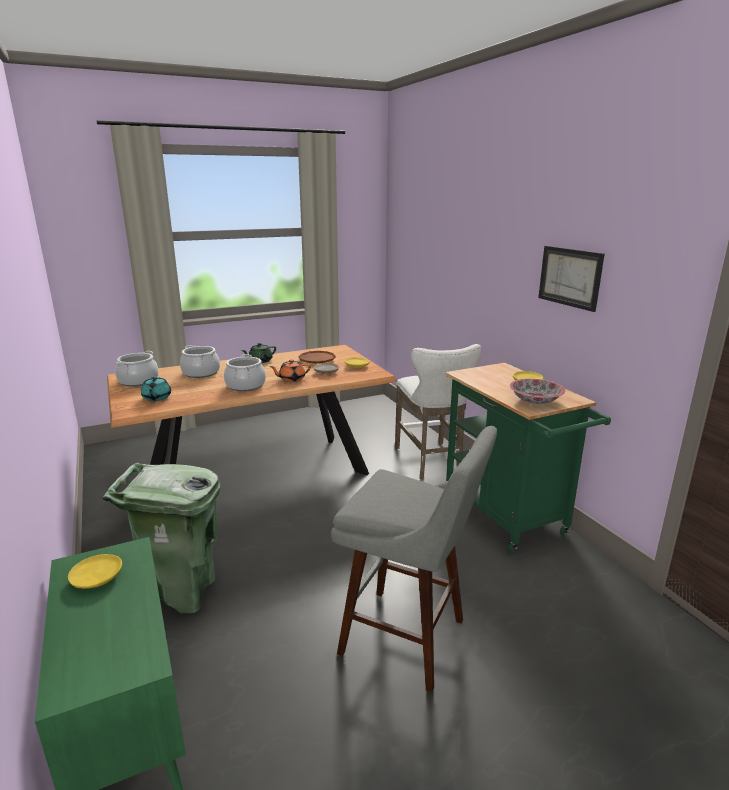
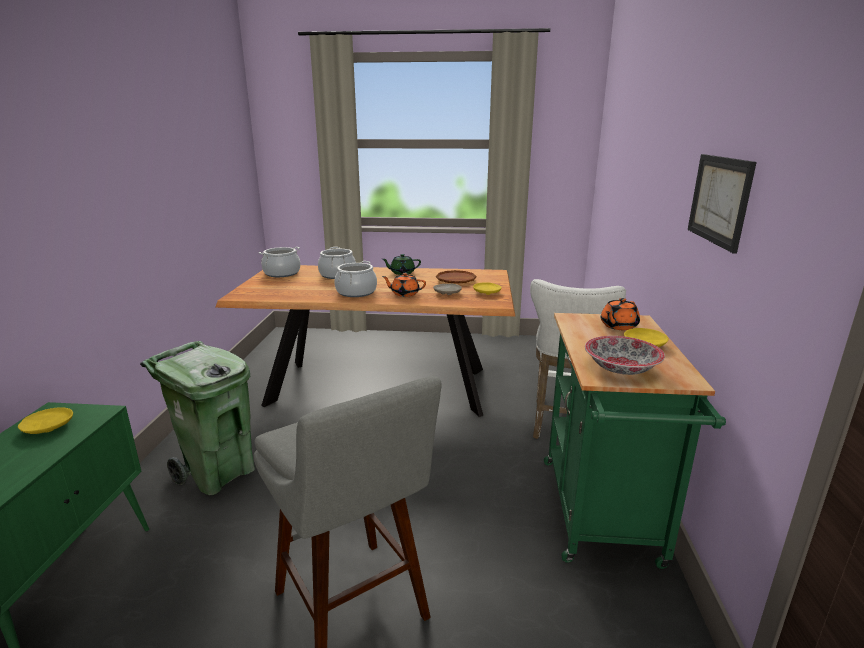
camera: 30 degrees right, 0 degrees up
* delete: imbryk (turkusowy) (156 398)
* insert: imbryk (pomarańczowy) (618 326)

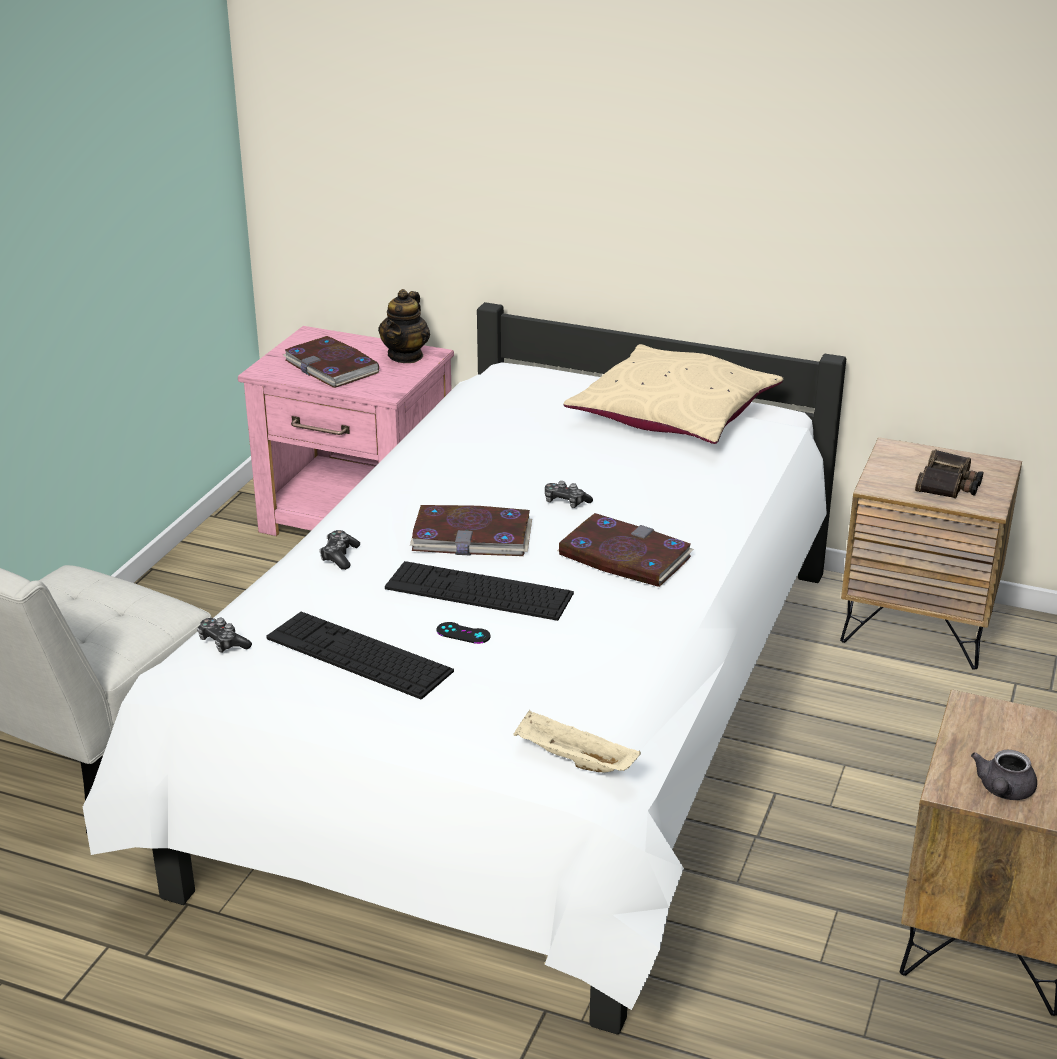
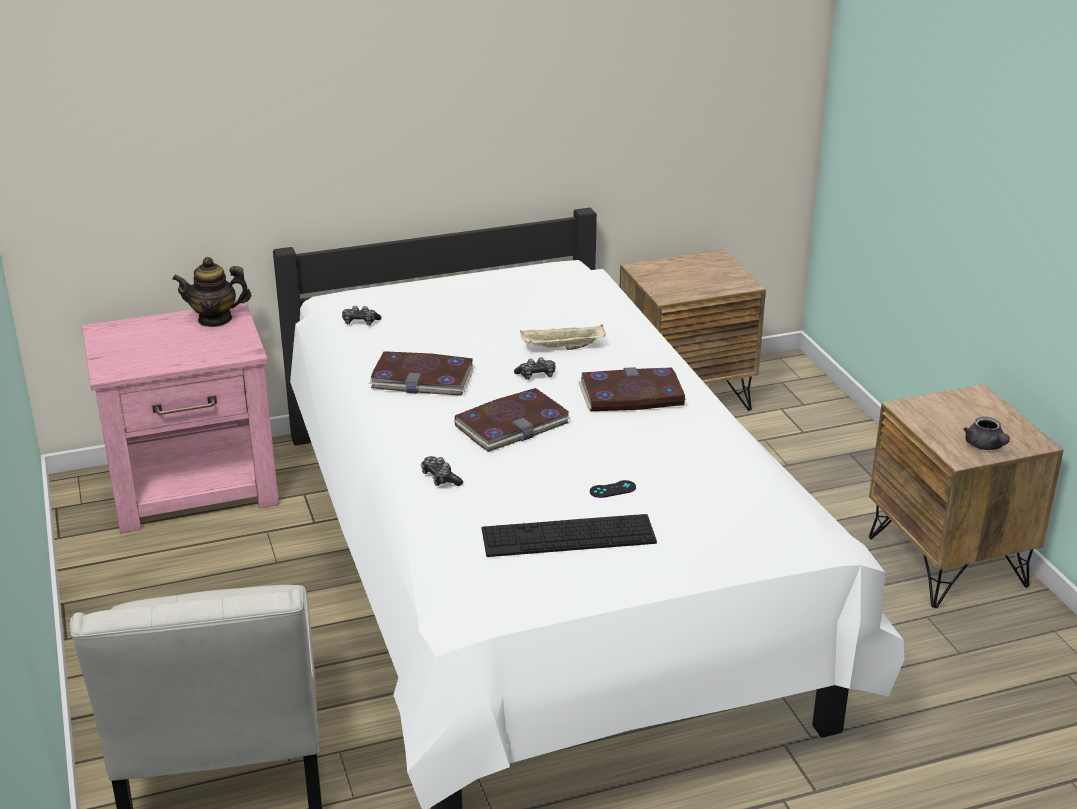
camera: 40 degrees left, 0 degrees up
* rotate: imbryk (406 356) = (215 319) 105 degrees clockwise
* move: książka (332 367) to (423 378)
* delete: poduszka (beżowy) (674 414)
* delete: lornetka (948 484)
* delete: klawiatura (479 591)
* move: pad do gier (223 643) to (360 322)
* move: taca (beżowy) (572 760) to (562 348)

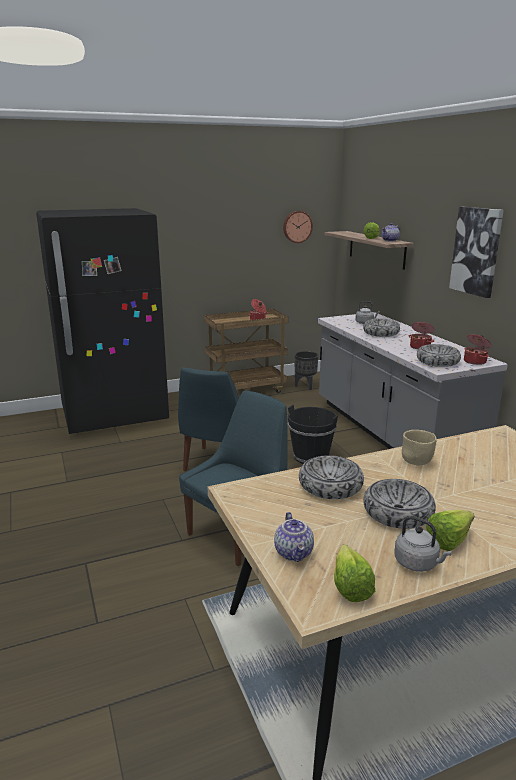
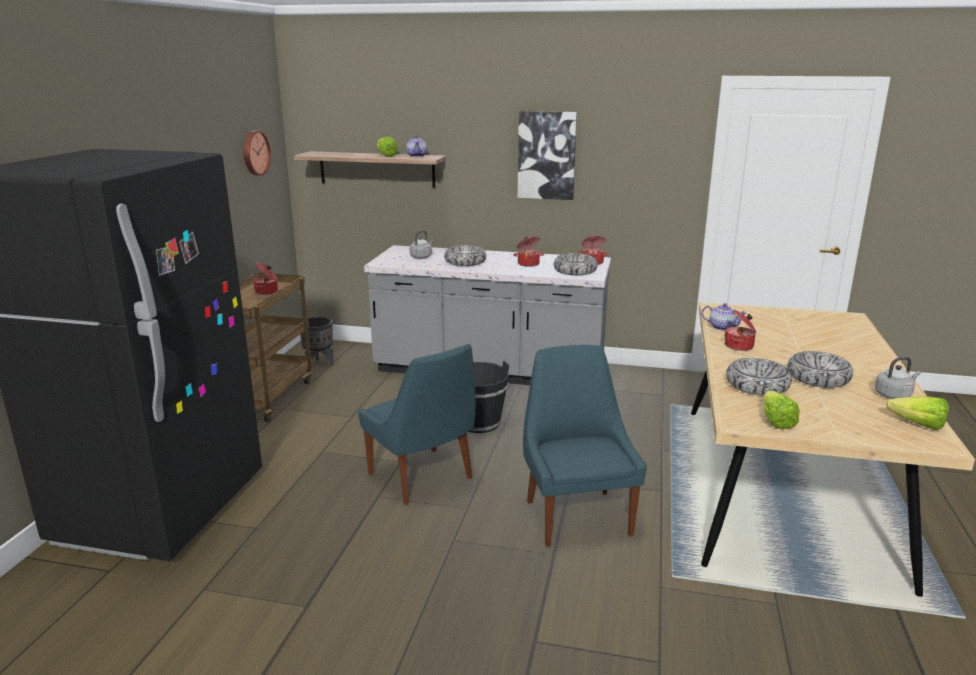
camera: 55 degrees left, 0 degrees up
* replace: miska (beżowy) (417 462) to garnek (739 346)
* move: sałata (452 540) to (775 420)
* move: imbryk (294 553) to (722 327)

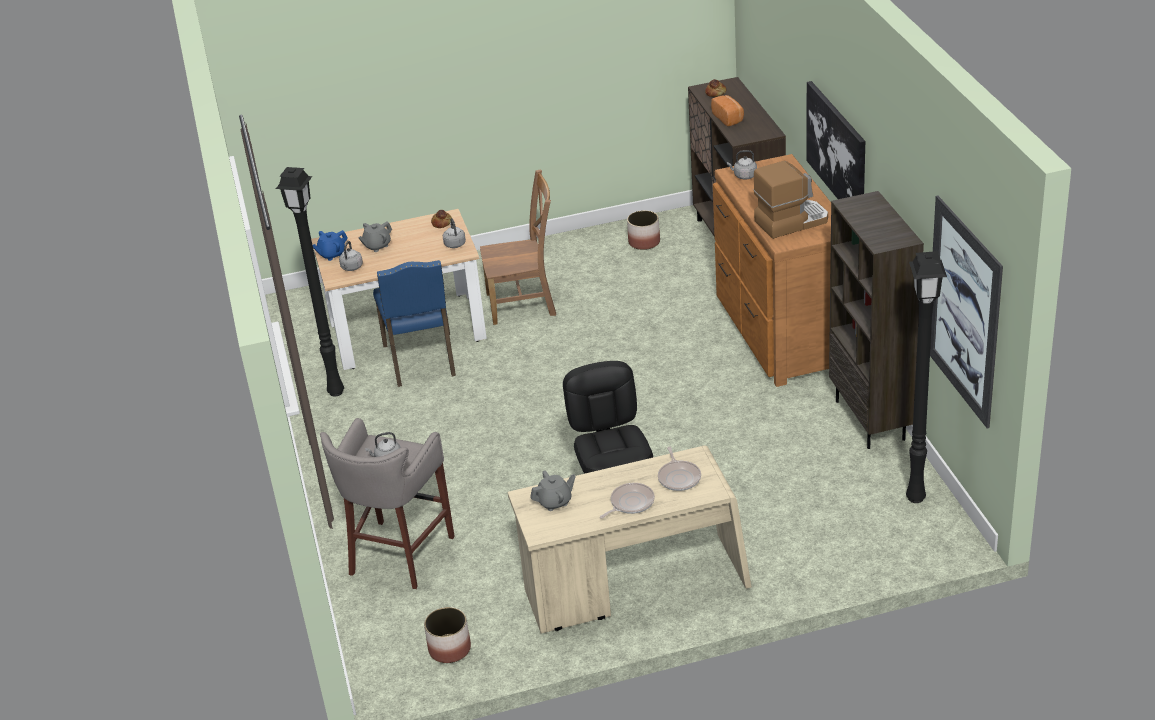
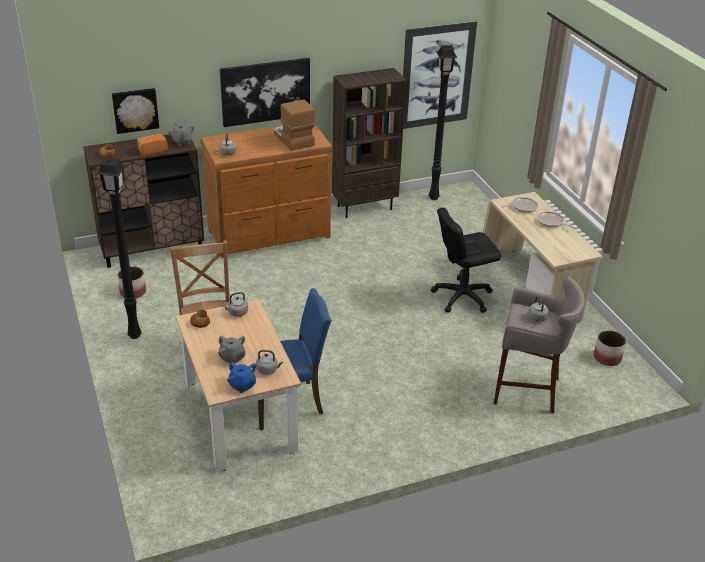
camera: 100 degrees left, 0 degrees up
* move: lampa stojąca (czarny) (334 393) to (135 336)
* move: imbryk (szary) (555 502) to (182 141)
* insert: obraz (135 110)

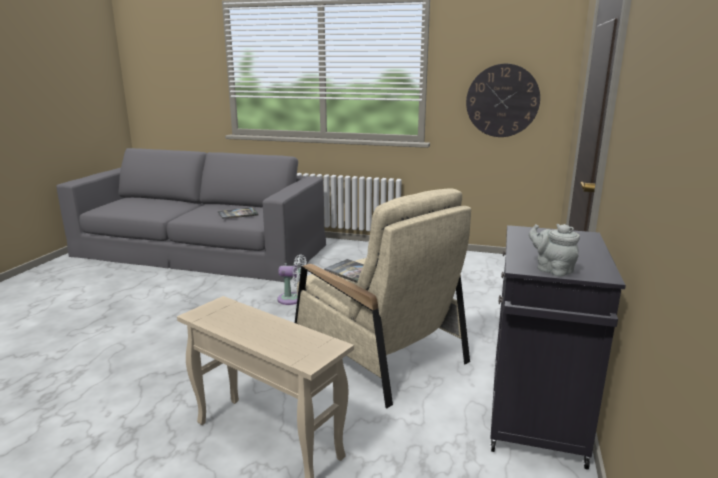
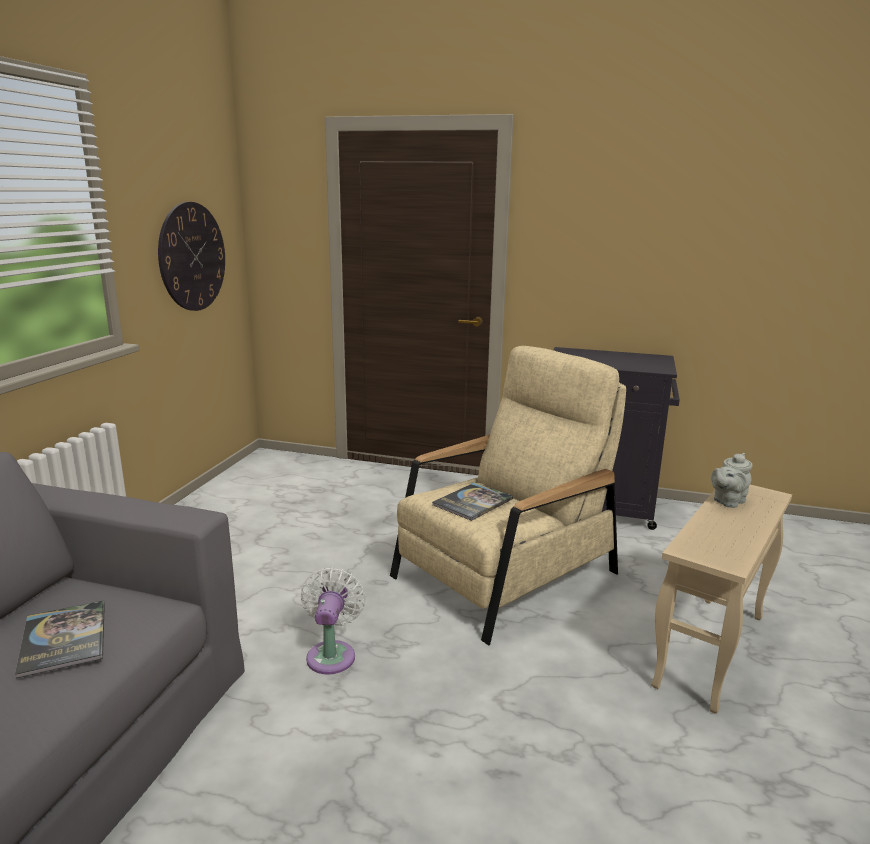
camera: 90 degrees left, 0 degrees up
* move: imbryk (szary) (552 270) to (727 501)

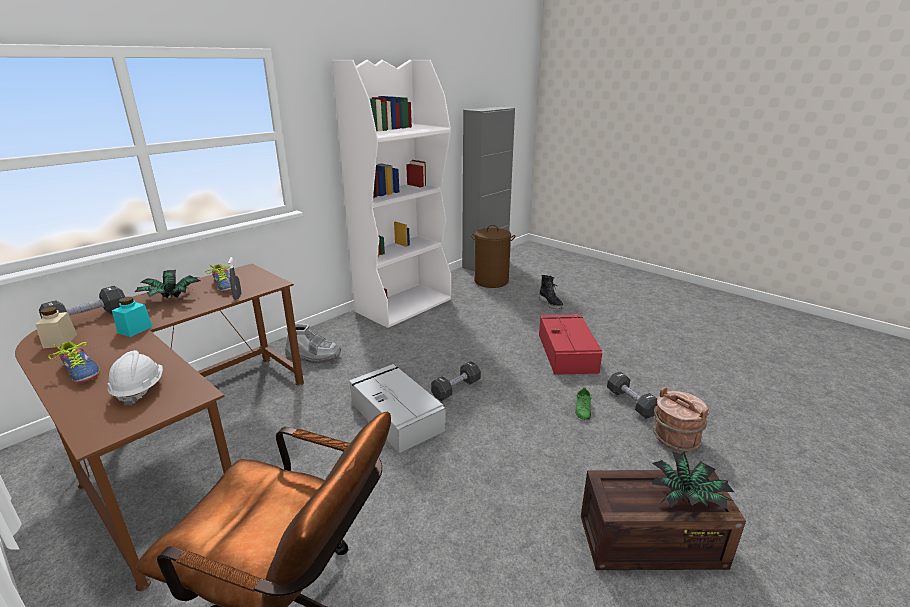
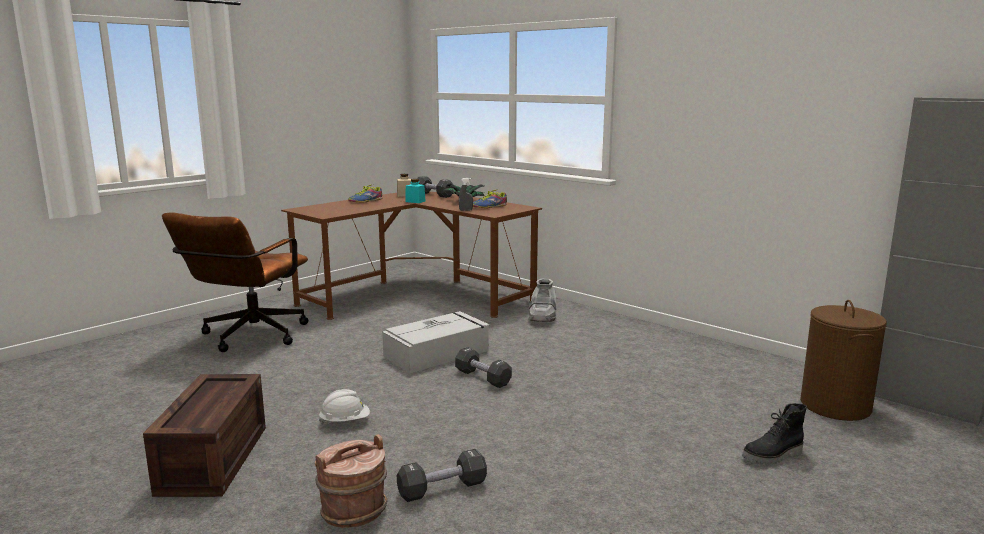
camera: 90 degrees right, 10 degrees down
* delete: regał (biały) (404 305)
* delete: pojemnik do przechowywania (czerwony) (566 352)
* move: kask (biały) (139 390) to (345 421)
* delete: but (zielony) (583 409)
* delete: roślina doniczkowa (686 499)

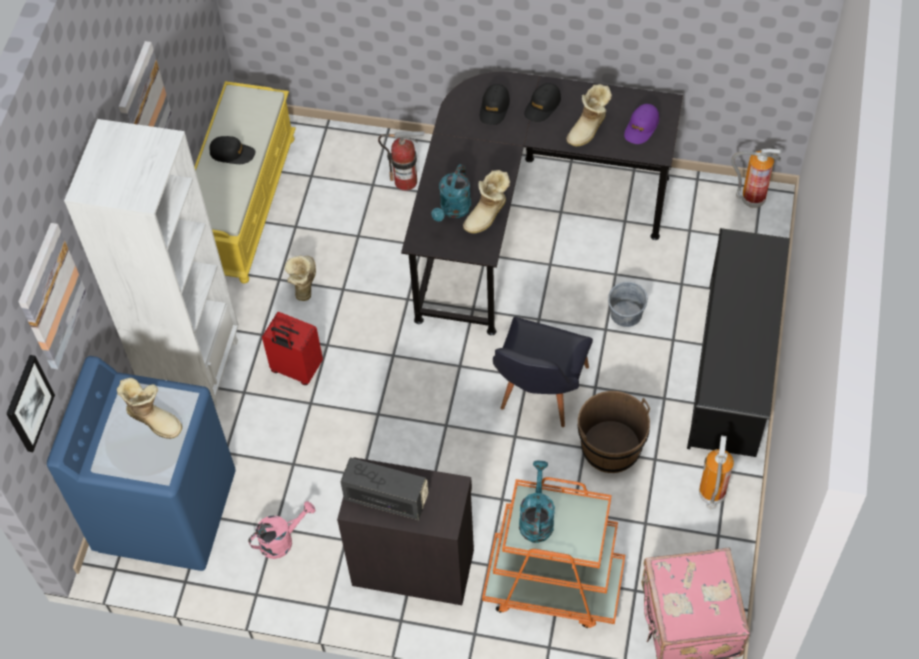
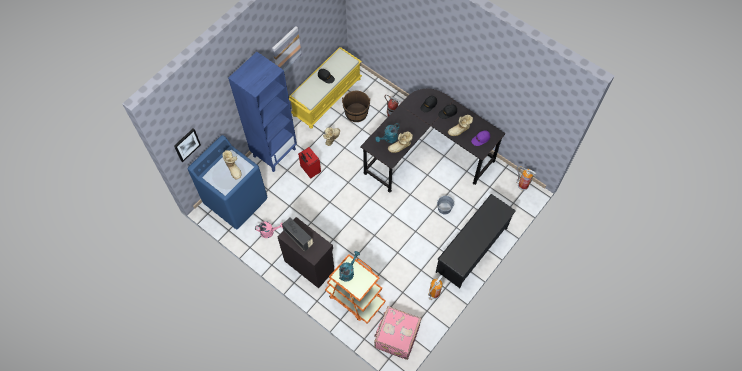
camera: 25 degrees right, 5 degrees up
* recolor: regał (biały) (194 368) to regał (niebieski) (274 152)
* delete: obraz (50 296)
* delete: krzesło (czarny) (539 395)
* move: wiadro (brązowy) (611 447) to (356 113)

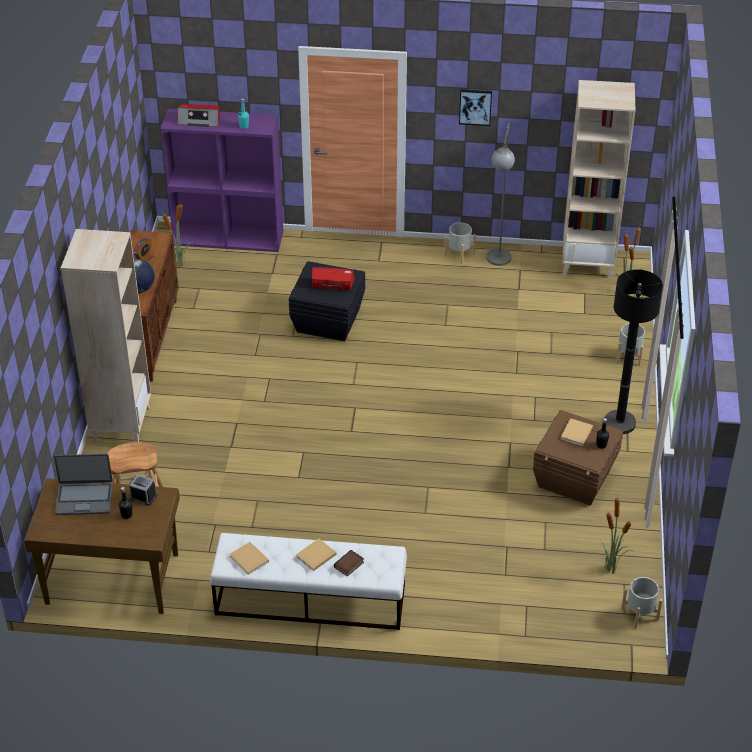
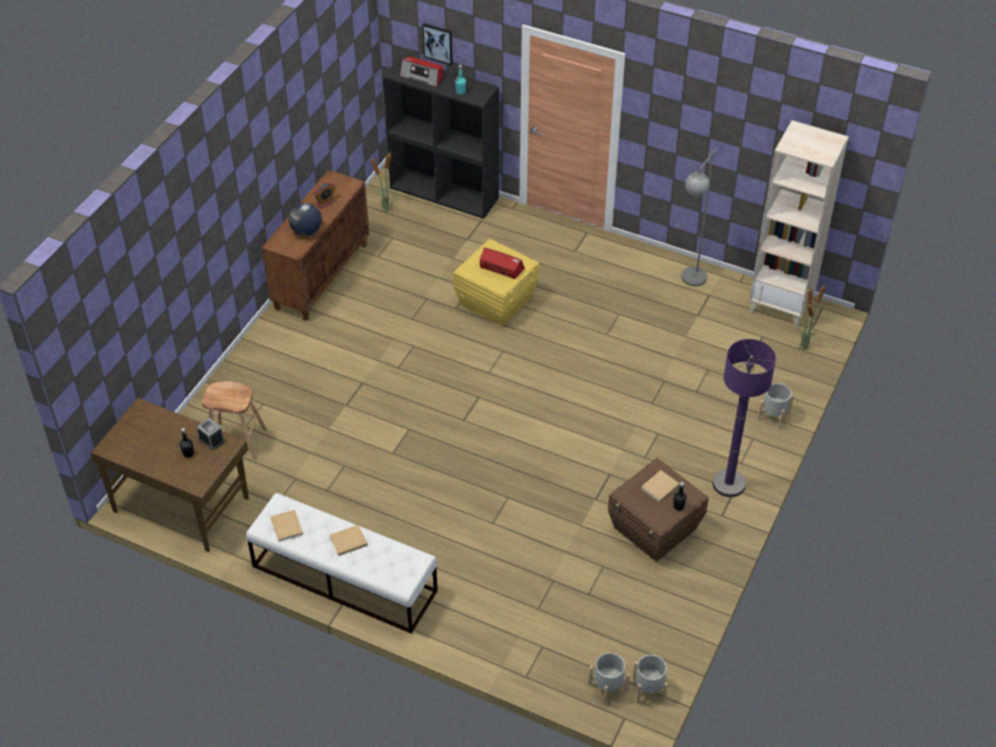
camera: 20 degrees right, 5 degrees up
* move: obraz (475 107) to (438 43)
* recolor: regał (fioletowy) (229 237) to regał (czarny) (445 193)
* move: donica (szary) (459 254) to (607 687)
* delete: regał (beżowy) (121 424)
* recolor: pojemnik do przechowywania (czarny) (327 320) to pojemnik do przechowywania (żółty) (496 301)
* recolor: lampa stojąca (czarny) (619 423) to lampa stojąca (fioletowy) (728 484)
* delete: laptop (84 499)
* delete: roślina doniczkowa (611 568)
* delete: książka (349 565)

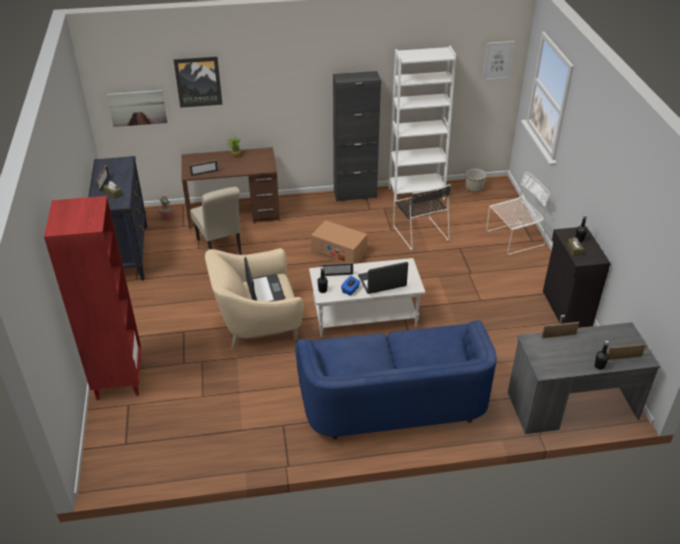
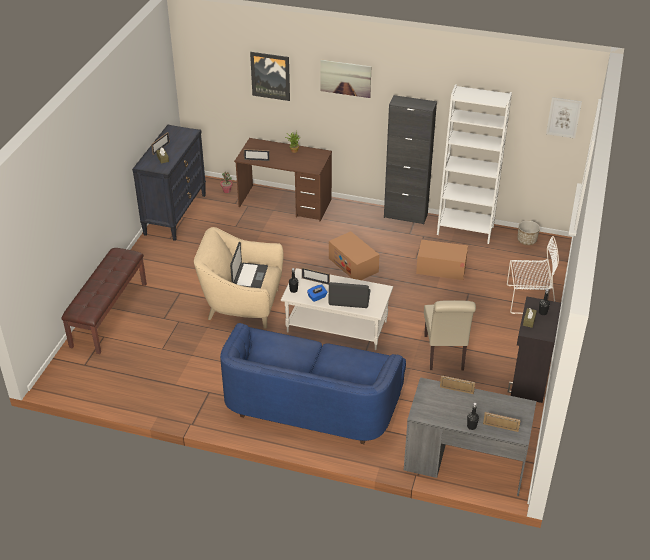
camera: 25 degrees right, 0 degrees up
* move: obraz (137 108) to (345 78)
* replace: krzesło (czarny) (420 232) to karton (441 268)
* move: krzesło (beżowy) (221 250) to (445 355)
* replace: regał (czerwony) (118 378) to ławka (brązowy) (108 314)

